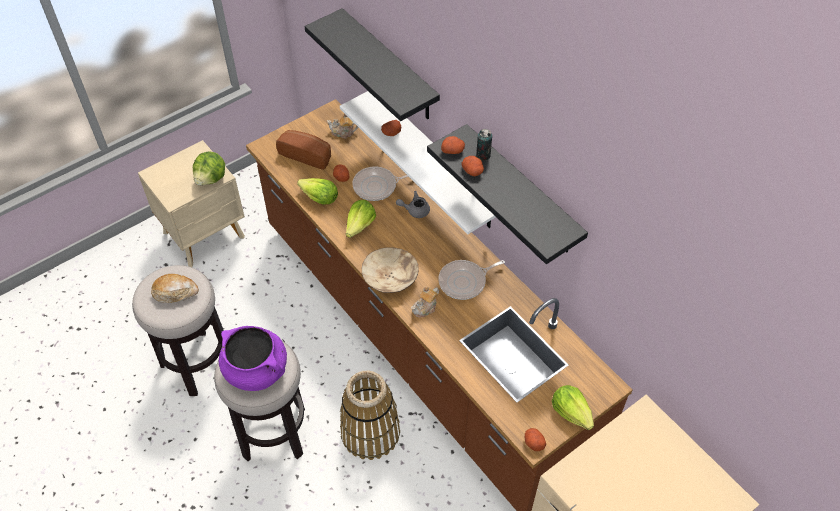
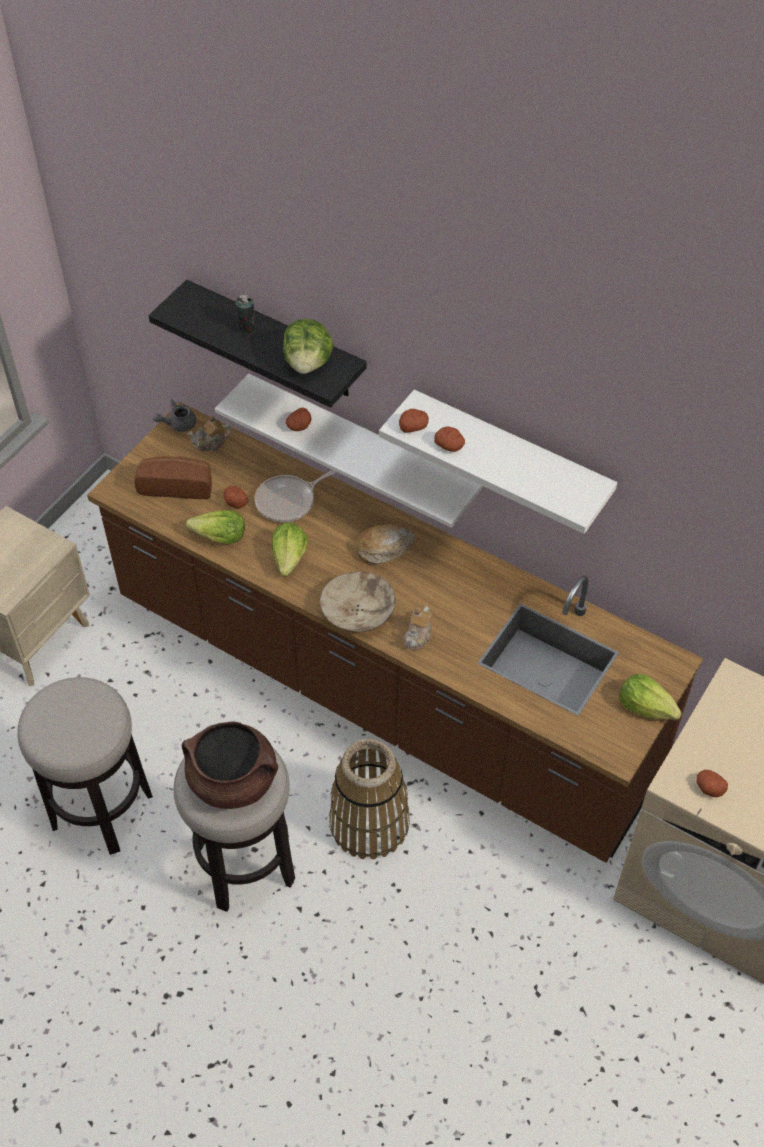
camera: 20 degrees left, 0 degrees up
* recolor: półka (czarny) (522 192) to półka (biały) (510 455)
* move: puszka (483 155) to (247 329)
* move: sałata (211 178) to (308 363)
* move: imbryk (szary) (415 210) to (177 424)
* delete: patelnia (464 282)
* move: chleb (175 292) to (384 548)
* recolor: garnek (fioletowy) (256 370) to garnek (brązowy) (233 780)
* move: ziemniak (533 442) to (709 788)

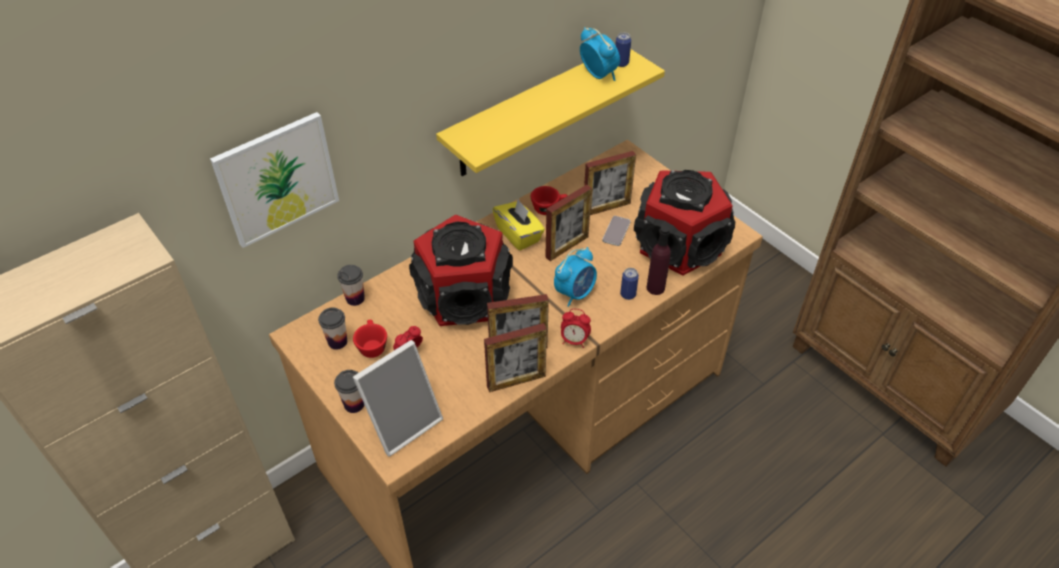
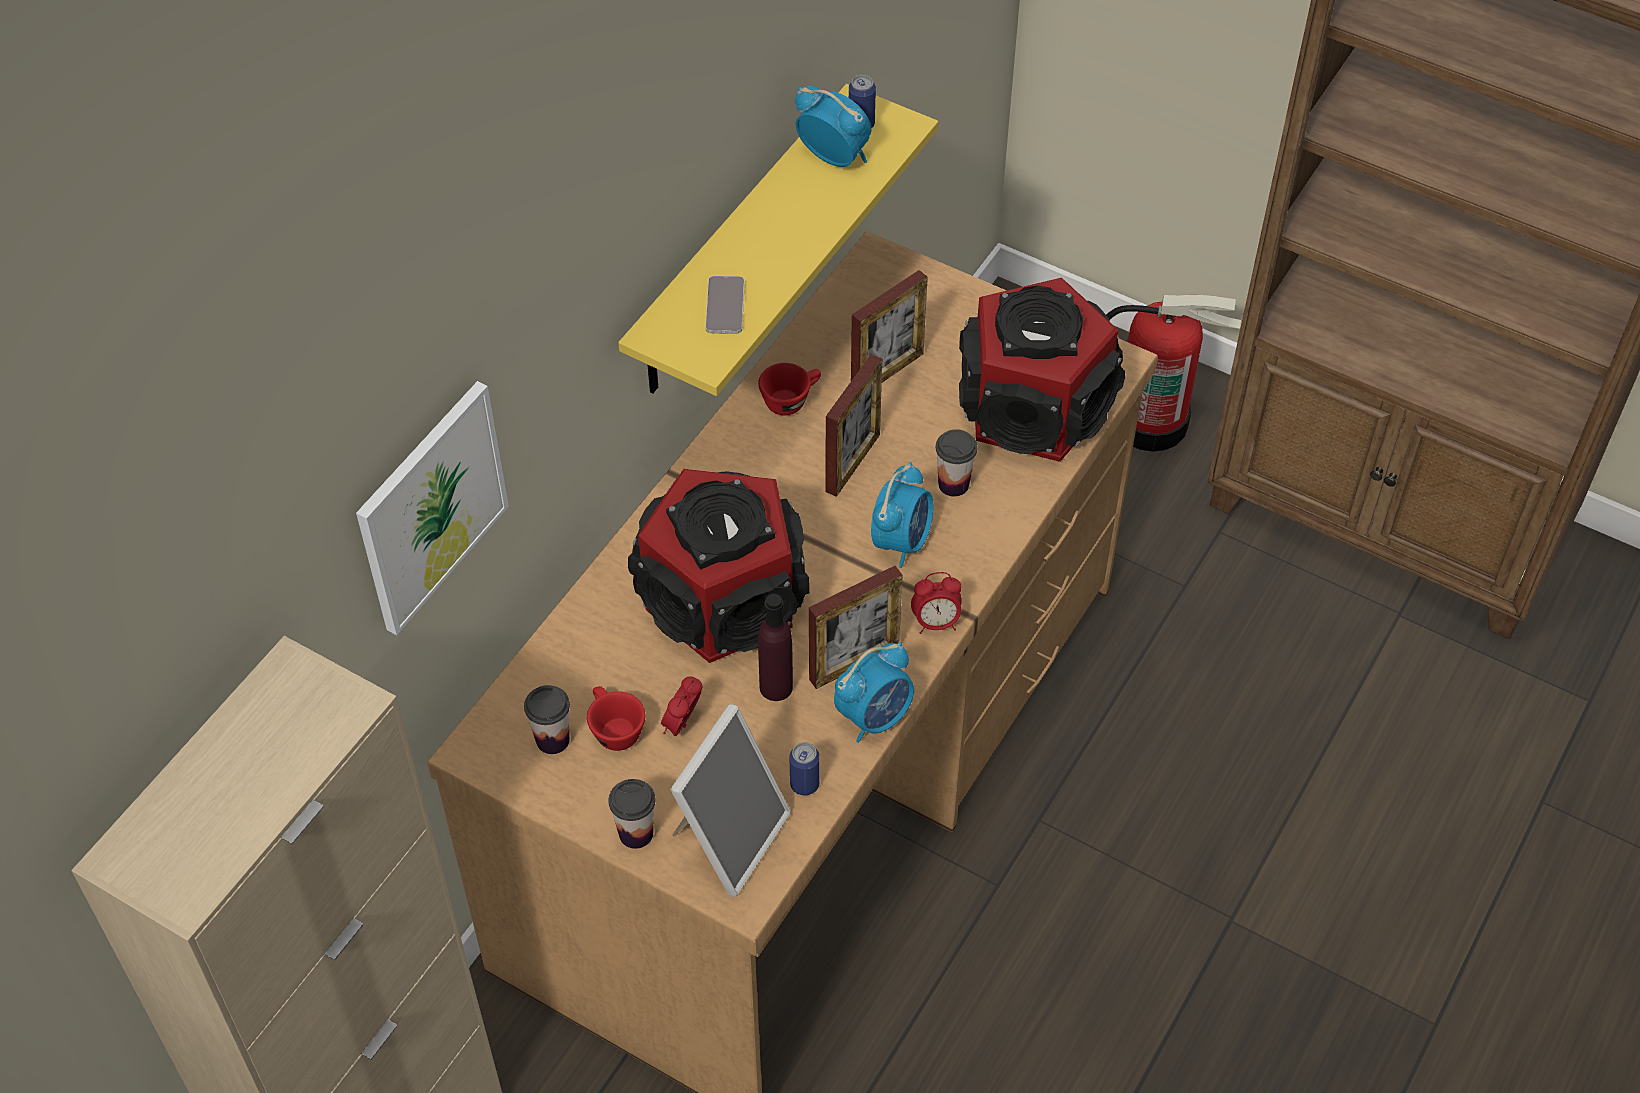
camera: 20 degrees left, 5 degrees up
* delete: pudełko chusteczek (żółty) (519 235)
* move: telefon (616 231) to (725 306)
* move: butelka (fioletowy) (655 288) to (776 687)
* move: filiżanka (355 298) to (953 484)
* move: puszka (628 294) to (804 784)
* replace: ramka na zdjęcie (516 381) to budzik (875 716)
* insert: gaśnica (1151 421)

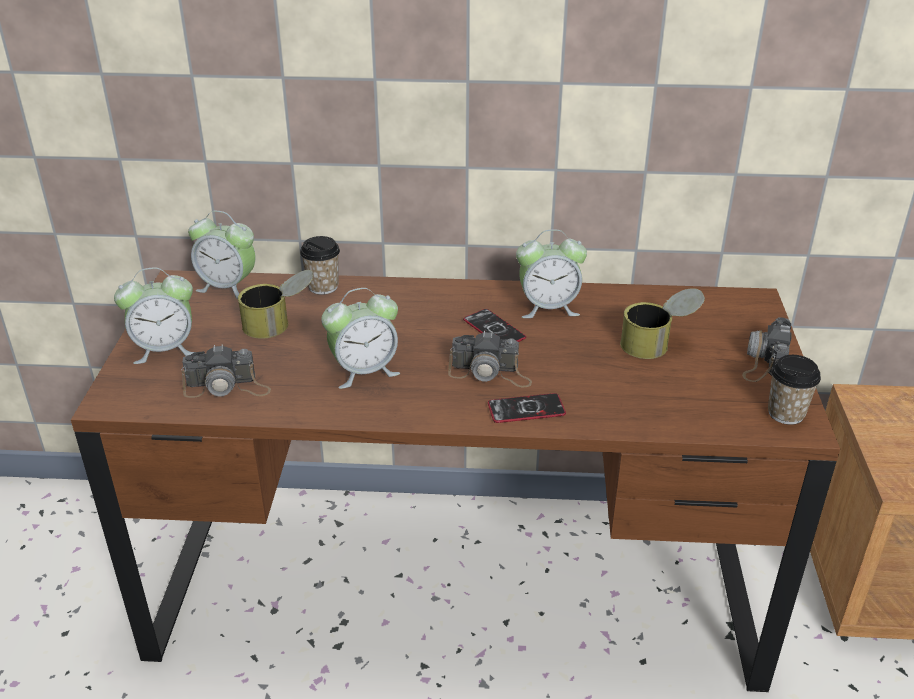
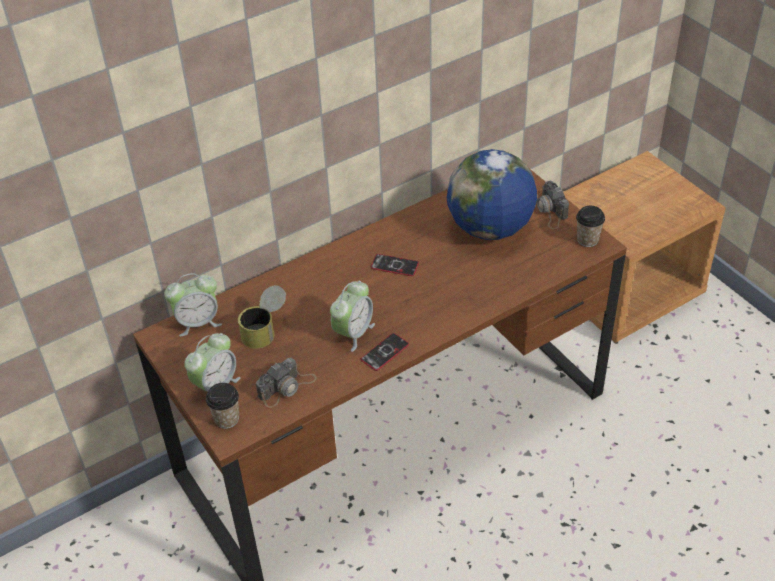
camera: 35 degrees left, 10 degrees up
* delete: budzik (548 308)
* move: filiżanka (323 287) to (227 419)
* replace: puszka (658 344) to globus (490 228)
* delete: aparat fotograficzny (490 373)
* move: telefon (526 409) to (385 352)

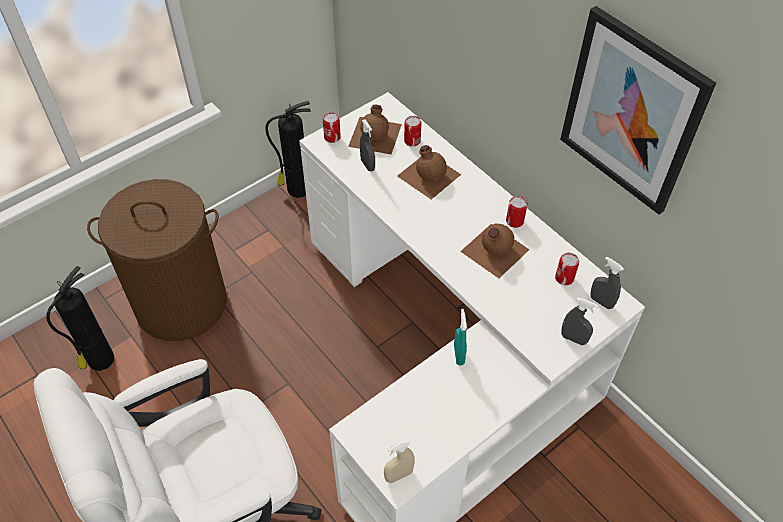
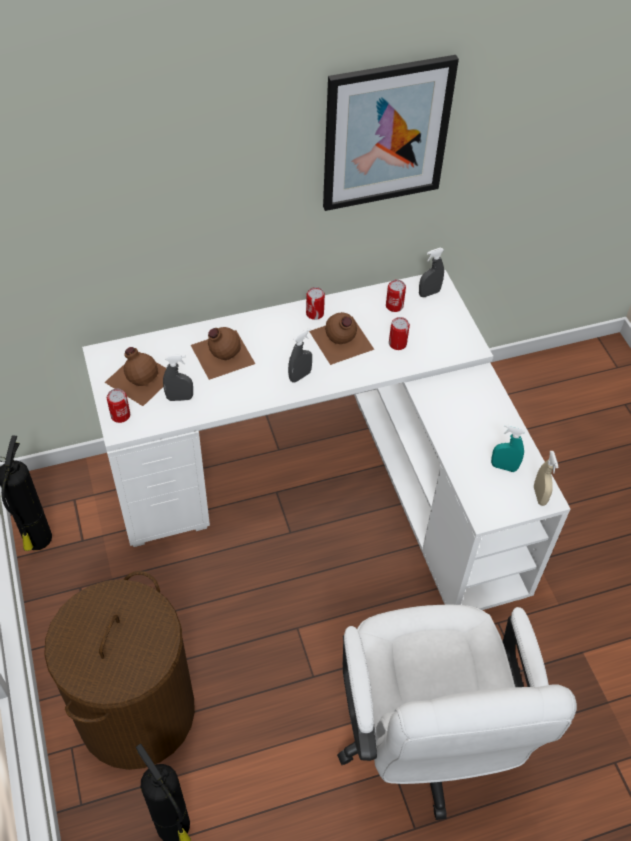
camera: 70 degrees left, 0 degrees up
* move: puszka (412 141) to (397 344)
* move: spryskiwacz (szary) (573 339) to (300 376)
* move: spryskiwacz (turkusowy) (459 355) to (504 467)

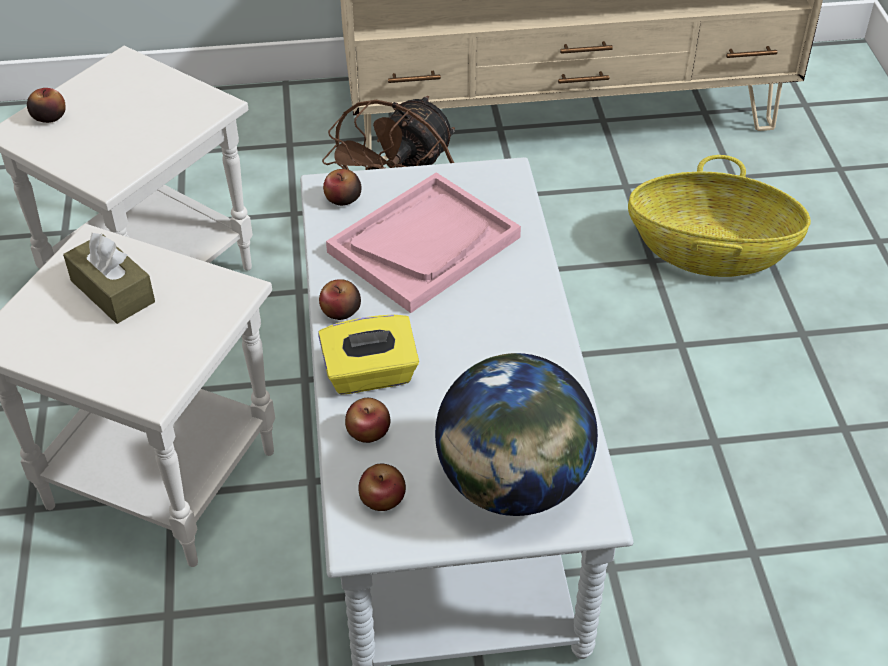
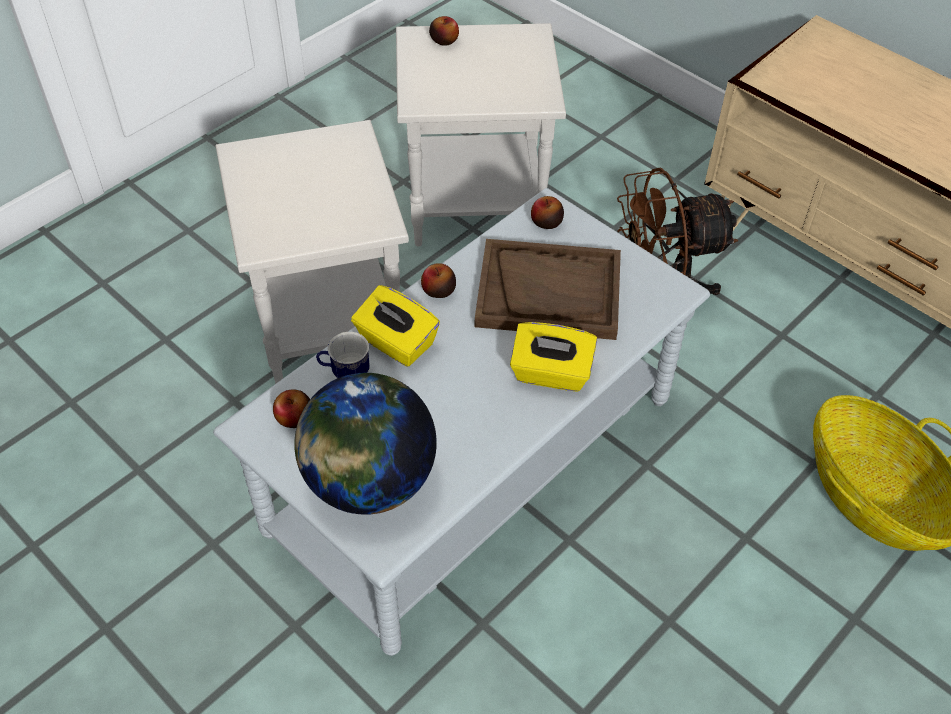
camera: 50 degrees right, 5 degrees up
* recolor: taca (różowy) (424 244) to taca (brązowy) (549 292)
* delete: pudełko chusteczek (brązowy) (112 291)
* replace: jabłko (368 431) to kubek (345 374)
* insert: pudełko chusteczek (żółty) (551 373)

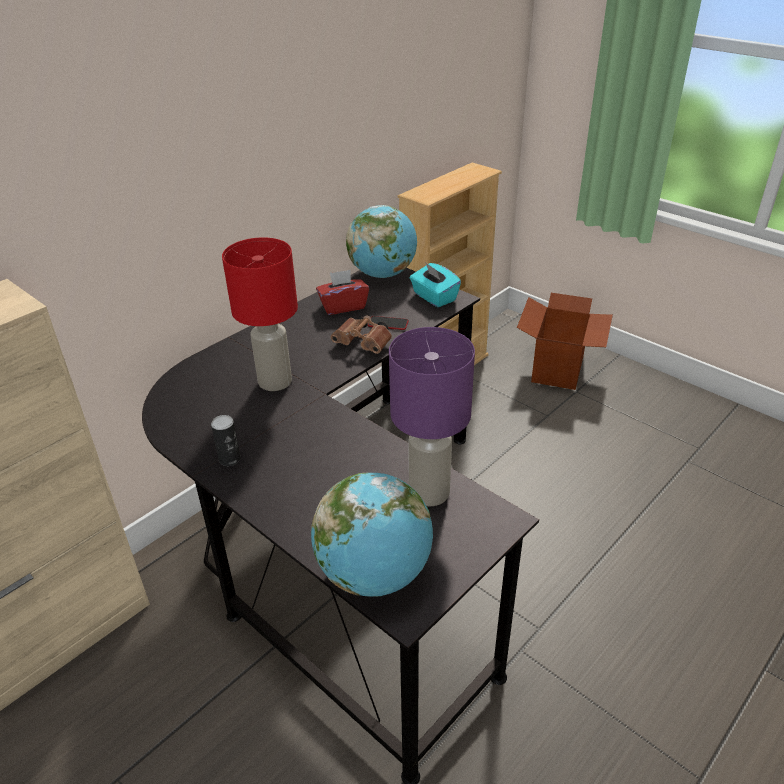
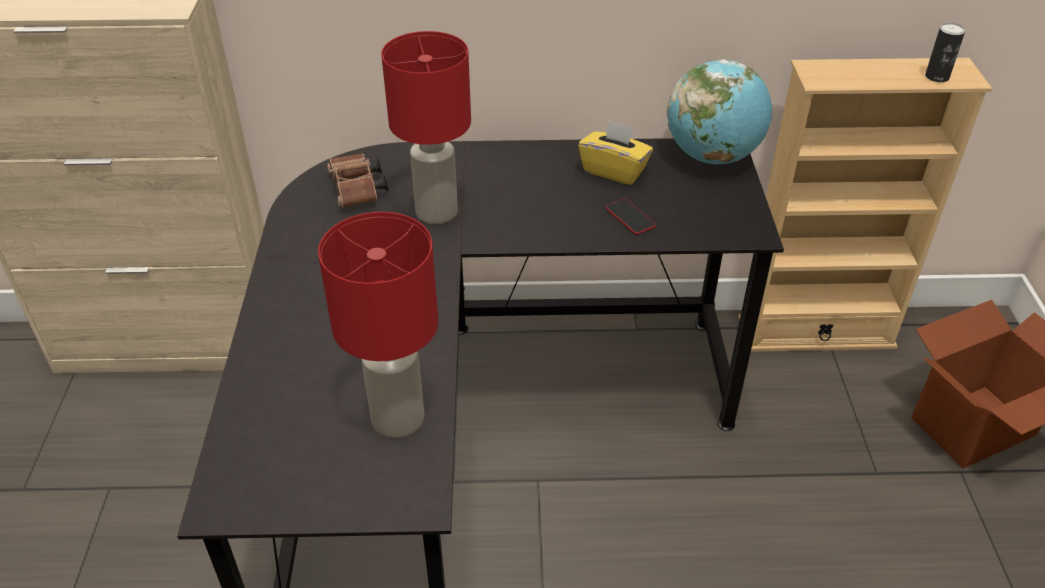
camera: 45 degrees right, 5 degrees up
* delete: pudełko chusteczek (turkusowy) (434 297)
* recolor: pudełko chusteczek (czerwony) (343 306) to pudełko chusteczek (żółty) (614 170)
* move: lornetka (brązowy) (364 344) to (358 192)
* recolor: lampa stołowa (fioletowy) (428 493) to lampa stołowa (czerwony) (396 419)
* move: puszka (229 459) to (937 77)
* delete: globus (374 574)

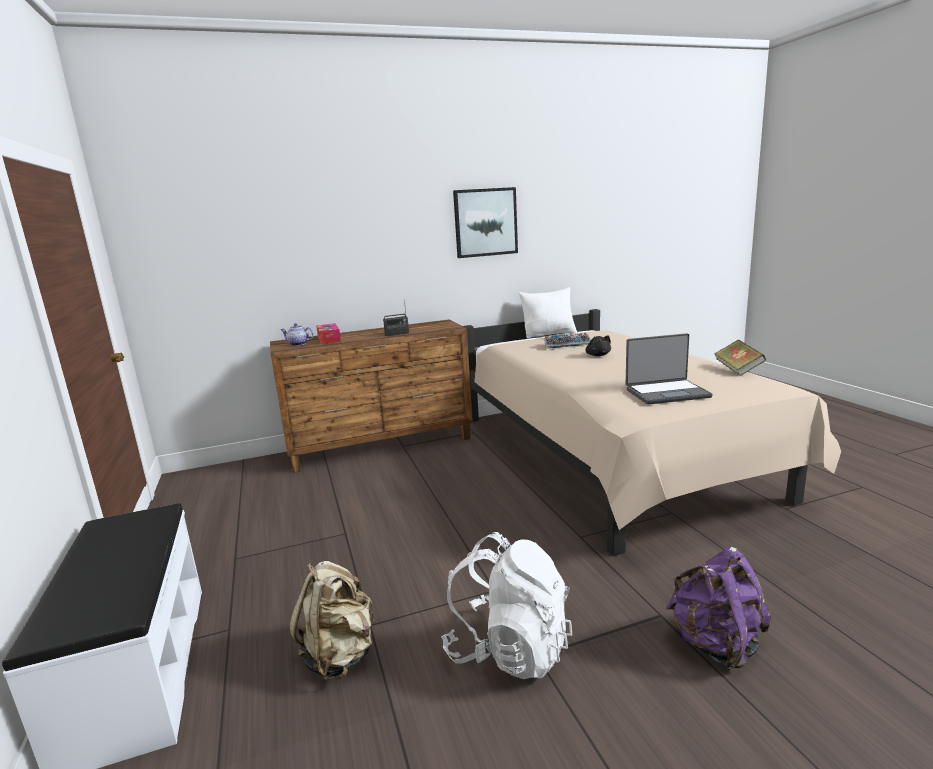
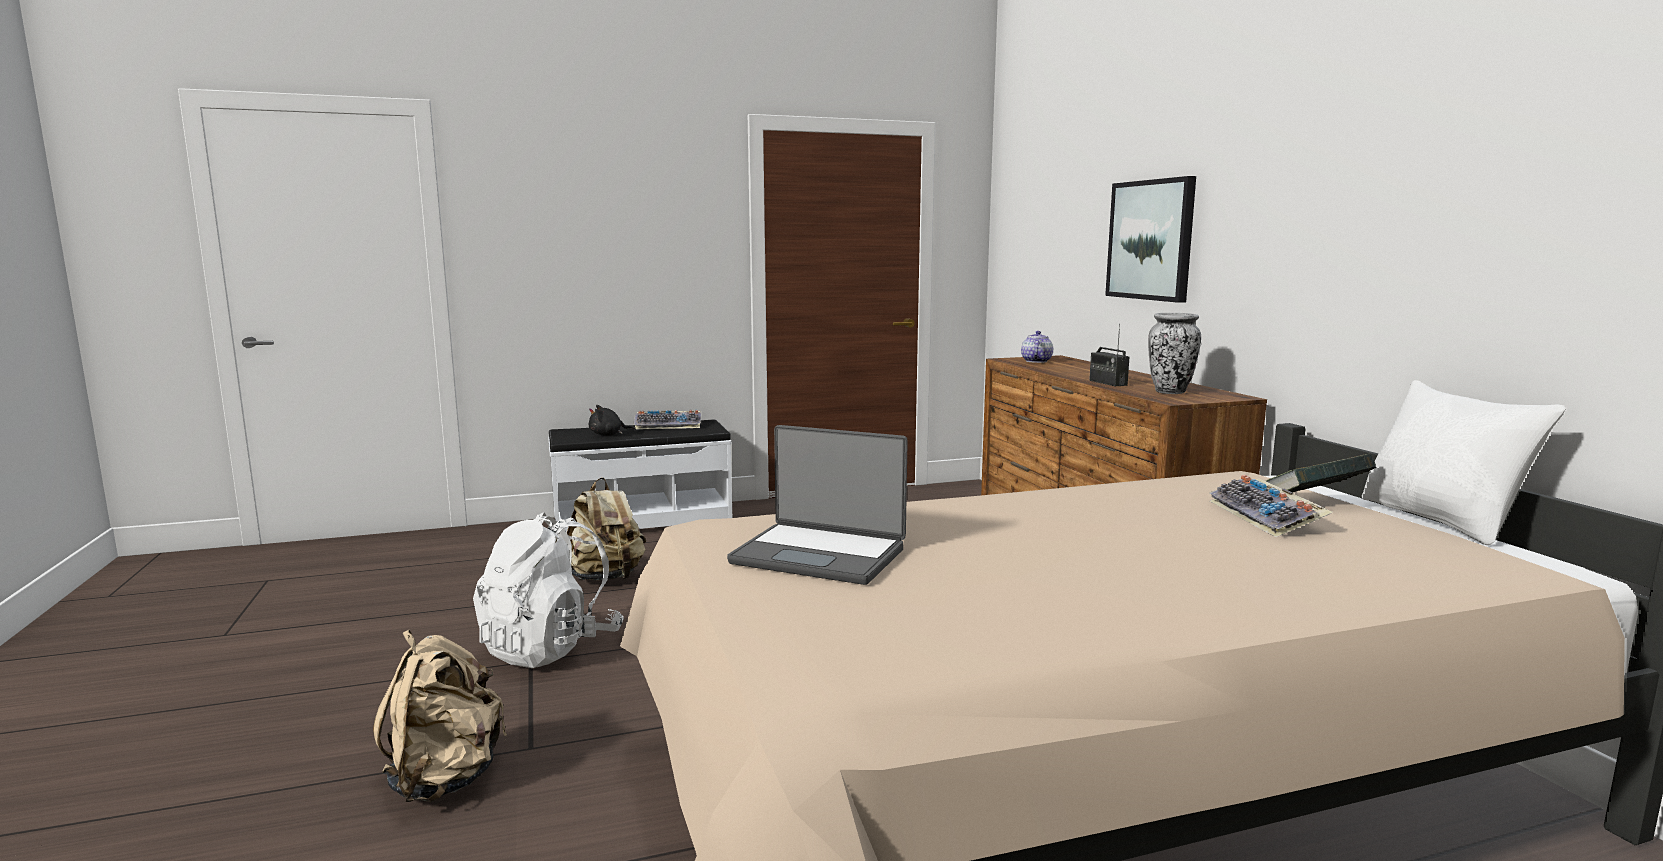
camera: 90 degrees right, 5 degrees down
* move: obraz (485 222) to (1151 240)
* delete: pudełko chusteczek (329 339)
* rotate: laptop (666 393) = (820 555) 60 degrees counterclockwise
* move: pluszak (czarny) (597 355) to (608 435)
* move: książka (738 370) to (1314 502)
* recolor: plecak (fioletowy) (715 644) to plecak (beżowy) (446 779)
* insert: wazon (1170 392)
* insert: klawiatura (669 425)

